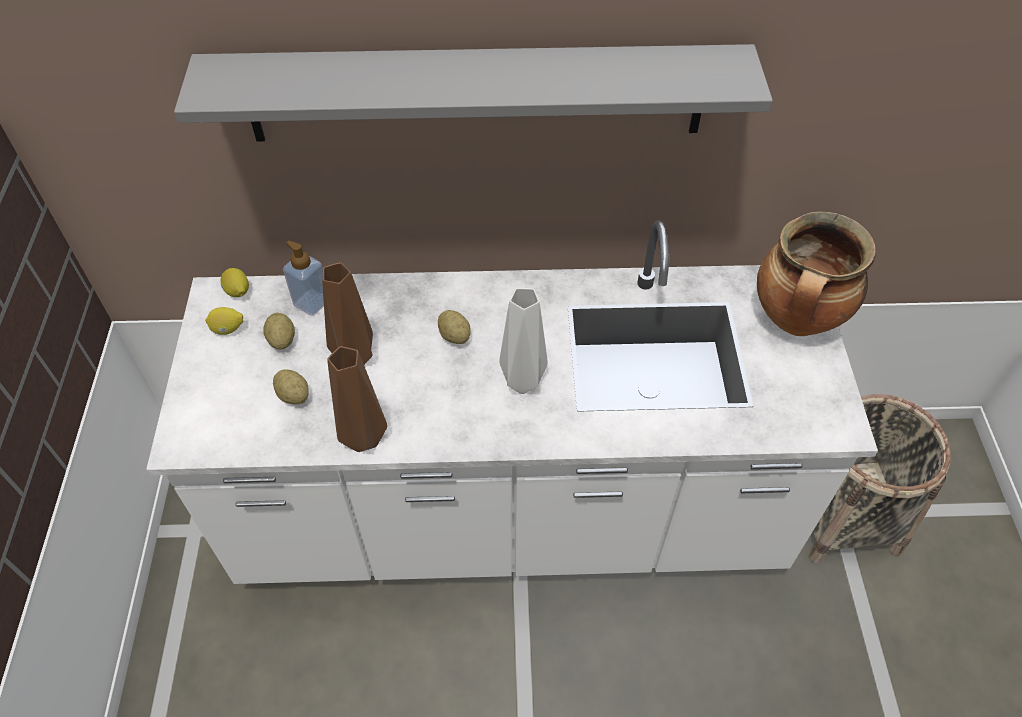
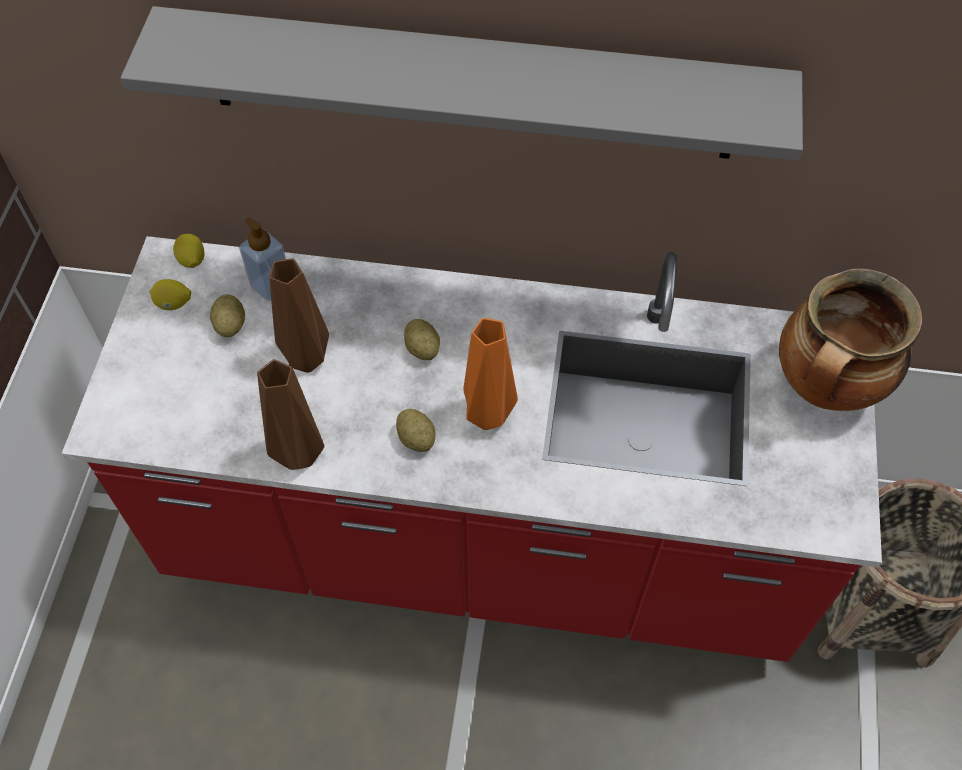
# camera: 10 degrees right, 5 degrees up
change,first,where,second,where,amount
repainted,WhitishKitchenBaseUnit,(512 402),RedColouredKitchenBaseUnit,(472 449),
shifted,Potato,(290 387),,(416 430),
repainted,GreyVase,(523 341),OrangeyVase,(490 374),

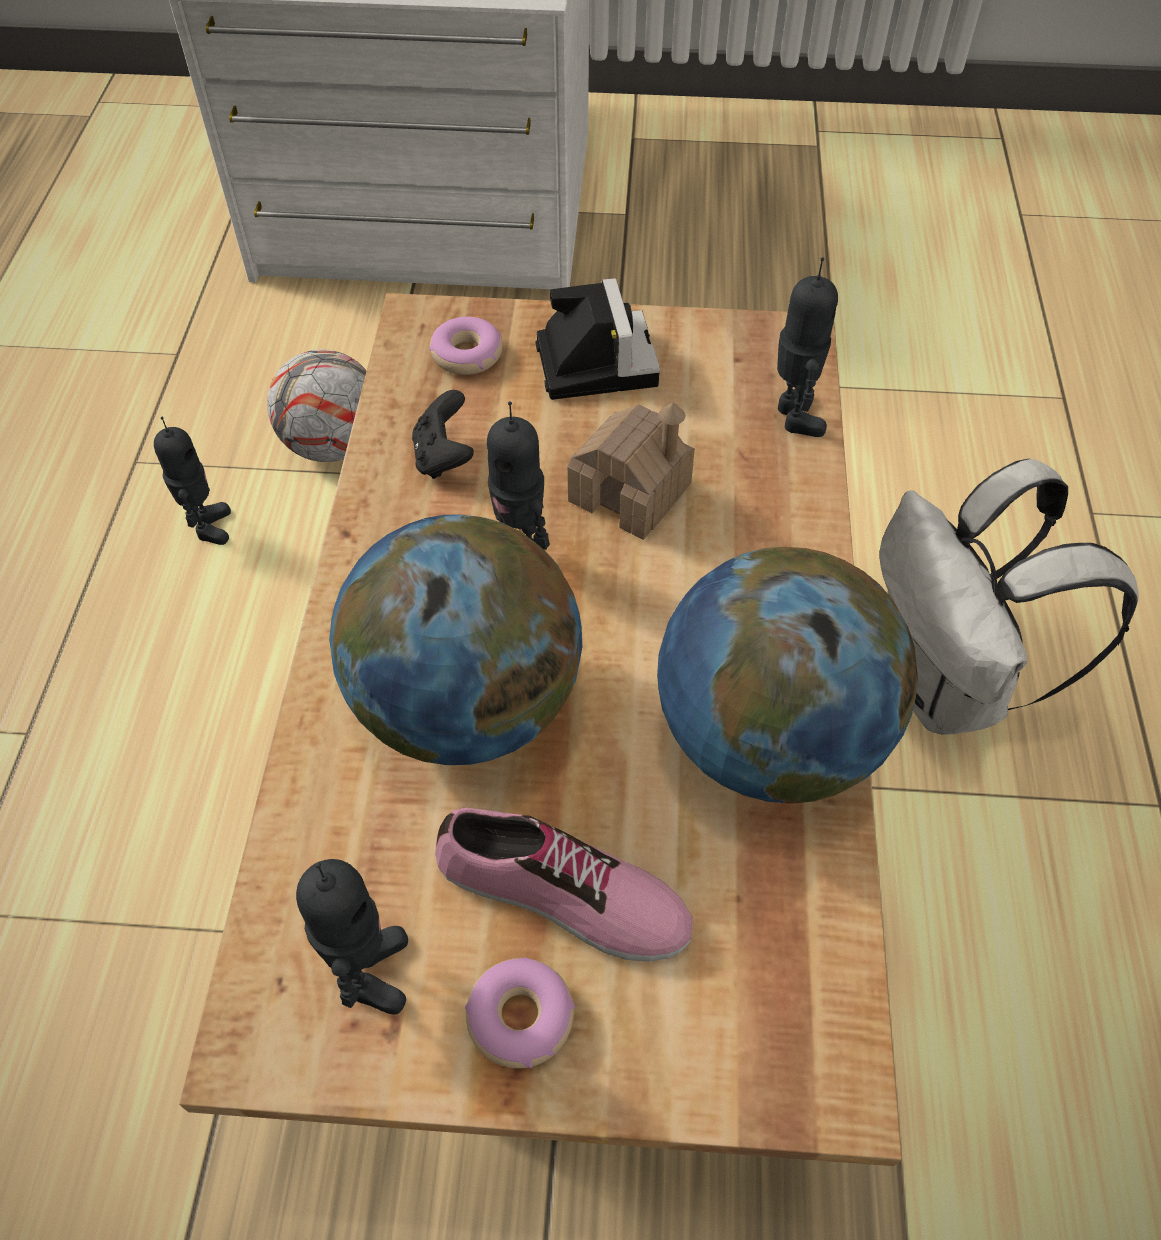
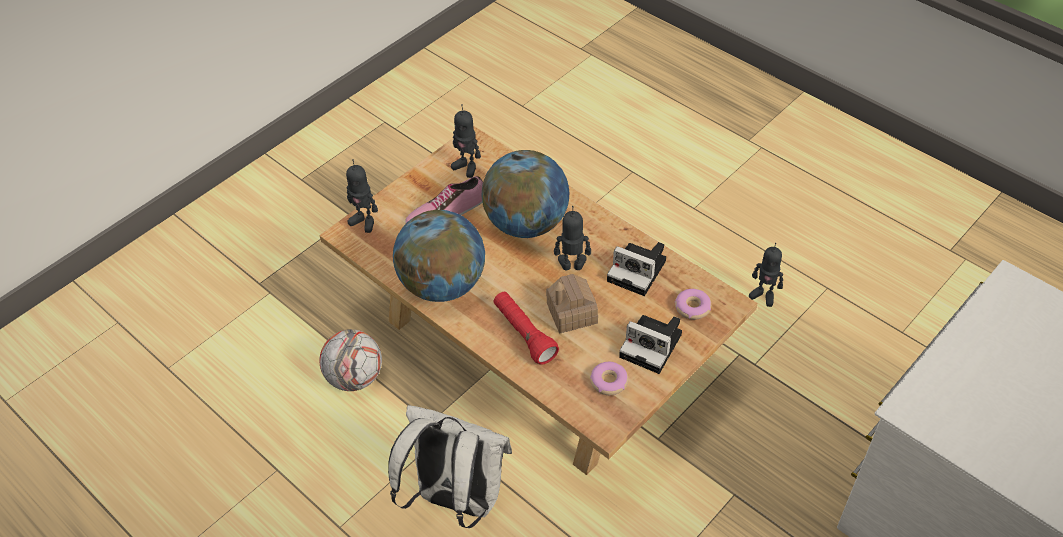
# camera: 130 degrees right, 5 degrees down
change,first,where,second,where,amount
shifted,Football,(317 405),,(350 360),
shifted,ModelRobot,(807 347),,(362 196),
new,,,RedColouredFlashlight,(526 328),
shifted,Donut,(520 1013),,(609 378),
swapped,BlackJoypad,(443 434),PhotoCamera,(636 269),

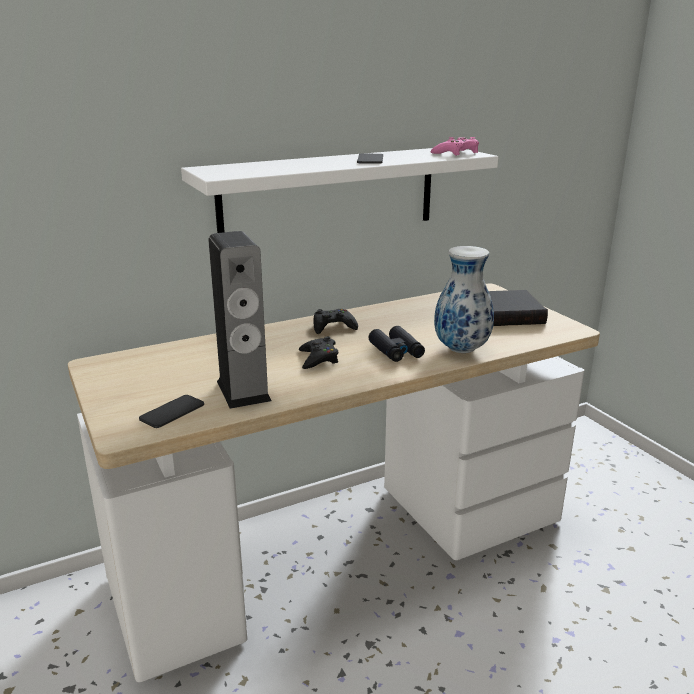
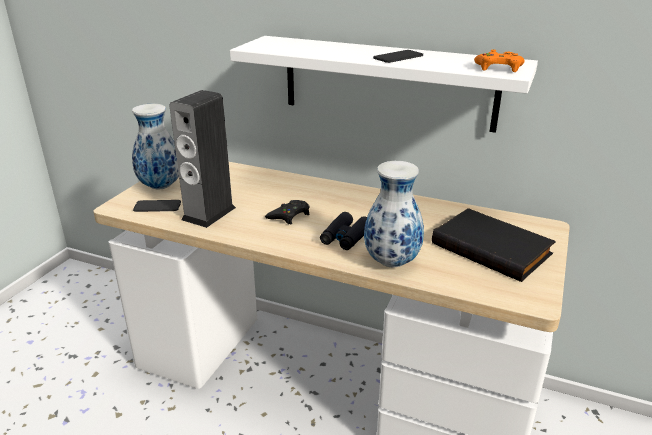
# camera: 50 degrees right, 5 degrees up
change,first,where,second,where,amount
new,,,Vase,(155 146),
repainted,PinkishJoypad,(455 146),OrangeyJoypad,(499 60),
gone,BlackJoypad,(335 321),,,

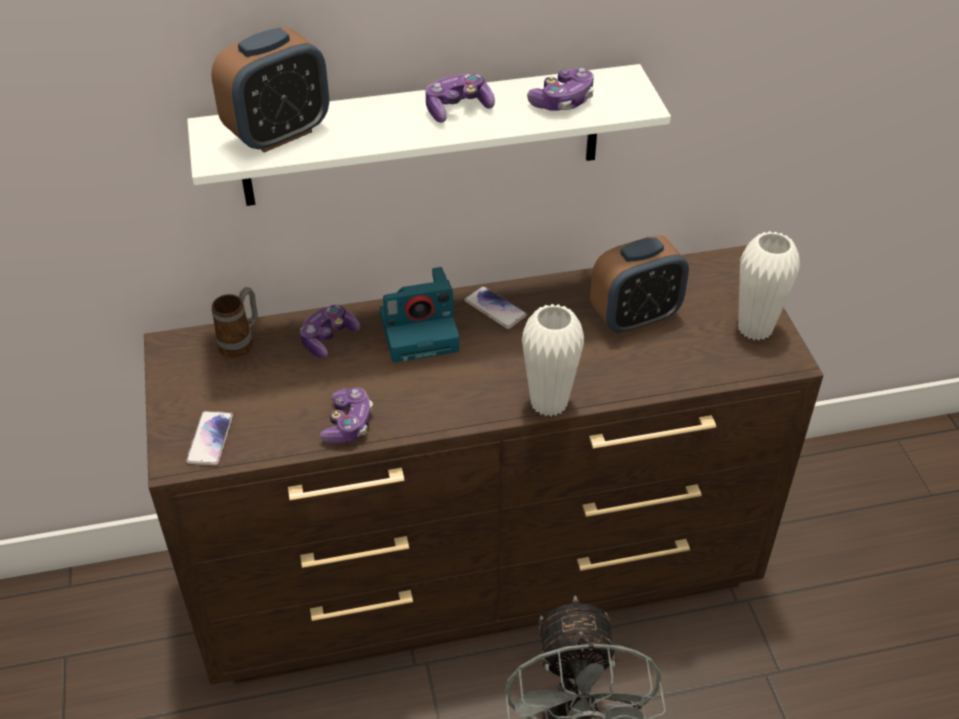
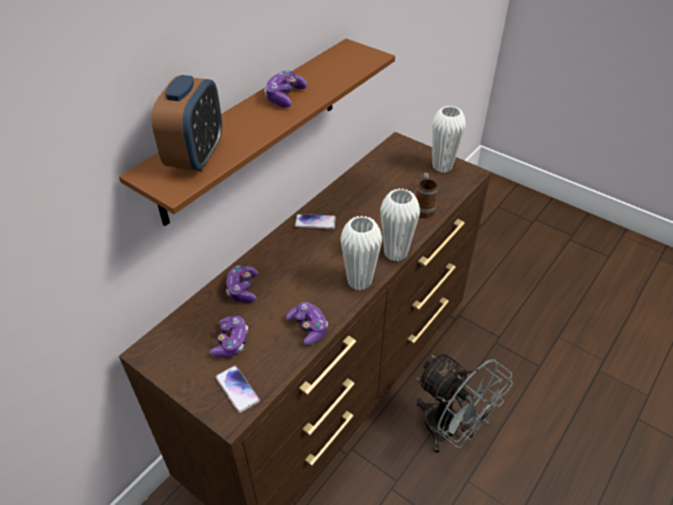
# camera: 40 degrees left, 0 degrees up
change,first,where,second,where,amount
repainted,WhitishBracketShelf,(429 135),BrownColouredBracketShelf,(257 132),
shifted,Joypad,(560 89),,(229 337),
new,,,WhitishVase,(361 253),
shifted,Mug,(235 322),,(427 195),
gone,PhotoCamera,(419 315),,,
gone,BedsideClock,(639 284),,,

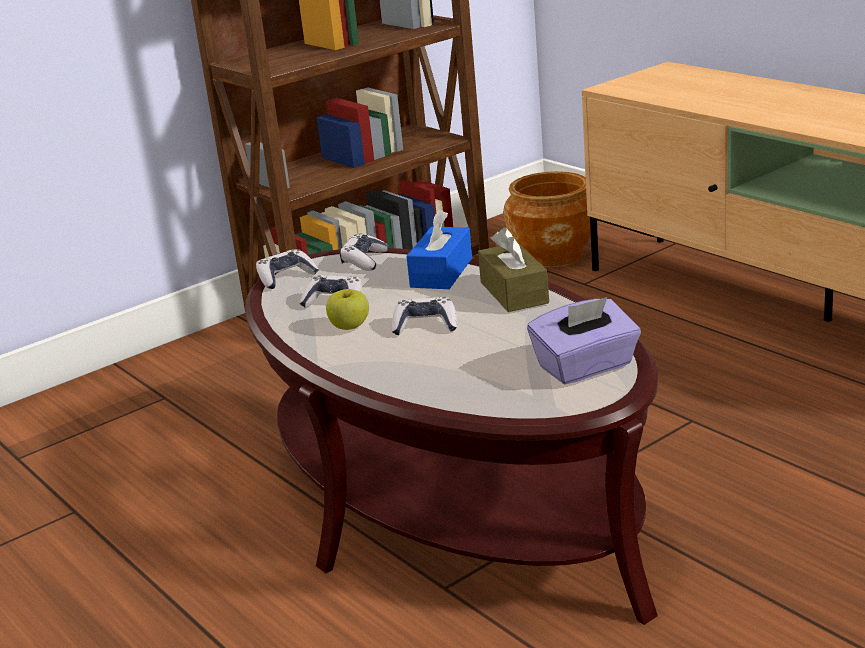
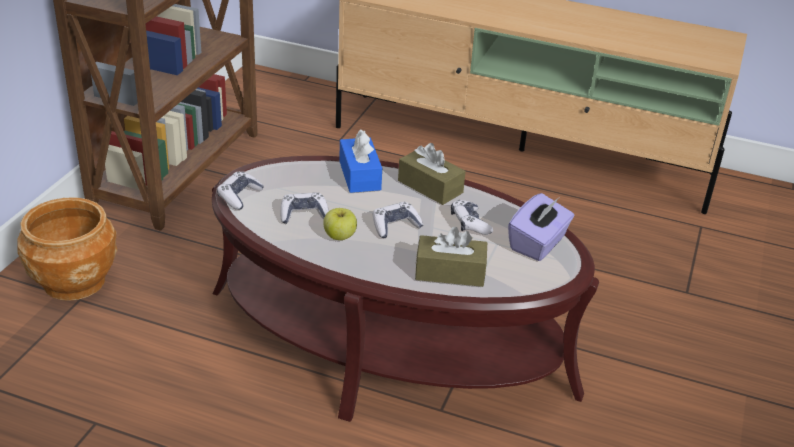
# camera: 35 degrees left, 10 degrees up
change,first,where,second,where,amount
shifted,BrownColouredPlanter,(547 219),,(67 249),
new,,,BrownColouredTissueHolder,(451 257),
shifted,Joypad,(364 252),,(472 217),

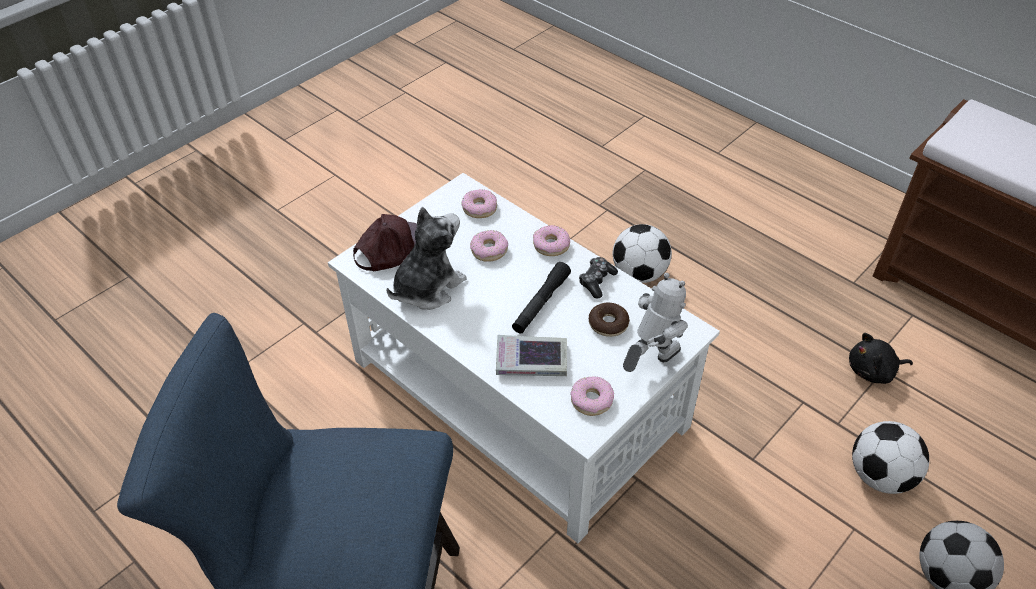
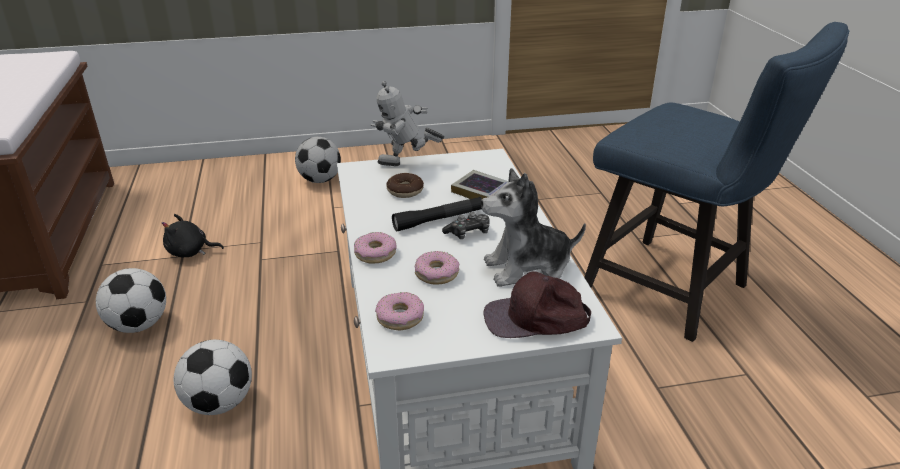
# camera: 145 degrees left, 15 degrees down
change,first,where,second,where,amount
shifted,Football,(890 457),,(131 300),
rotated,BlackSoftToy,(881 358),,(193 236),150 degrees clockwise
shifted,Joypad,(598 277),,(466 225),
gone,Donut,(592 396),,,

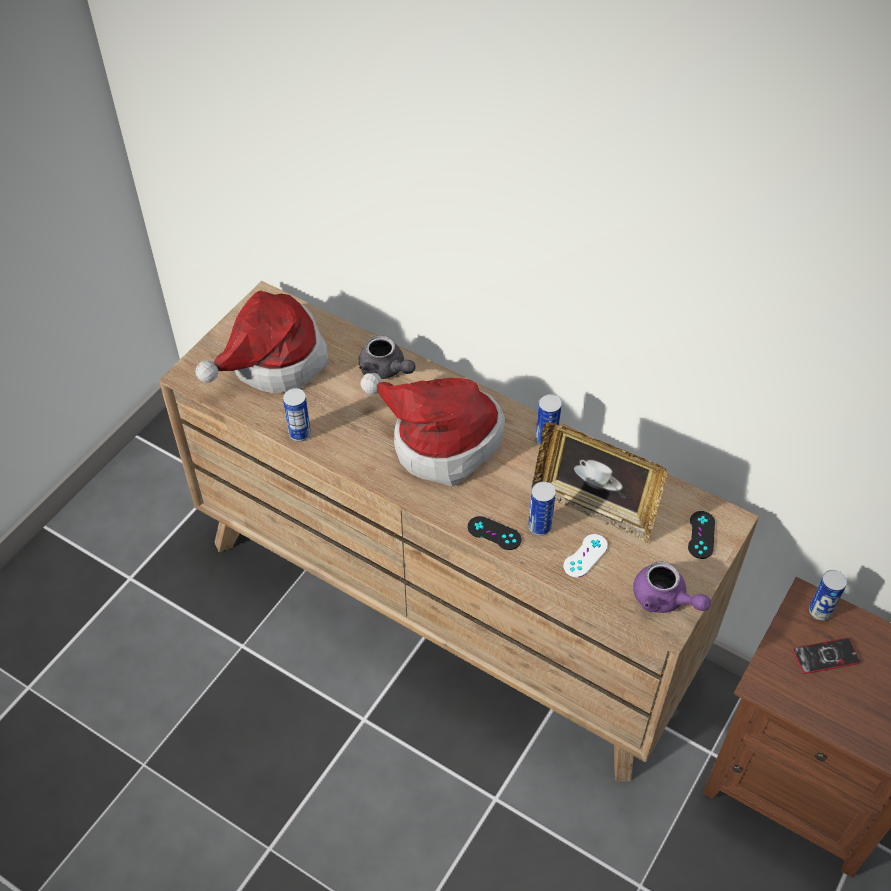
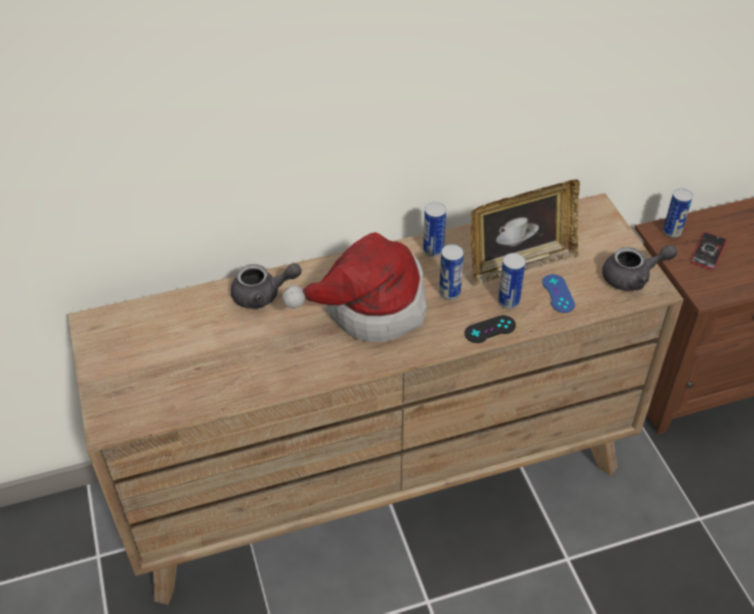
# camera: 50 degrees left, 5 degrees down
change,first,where,second,where,amount
shifted,SealedCan,(297 415),,(451 272),
repainted,WhitishJoypad,(585 555),BlueColouredJoypad,(558 293),
repainted,PurpleColouredTeapot,(672 587),GreyTeapot,(640 268),
gone,ClothingHat,(262 341),,,
gone,BlackJoypad,(701 535),,,

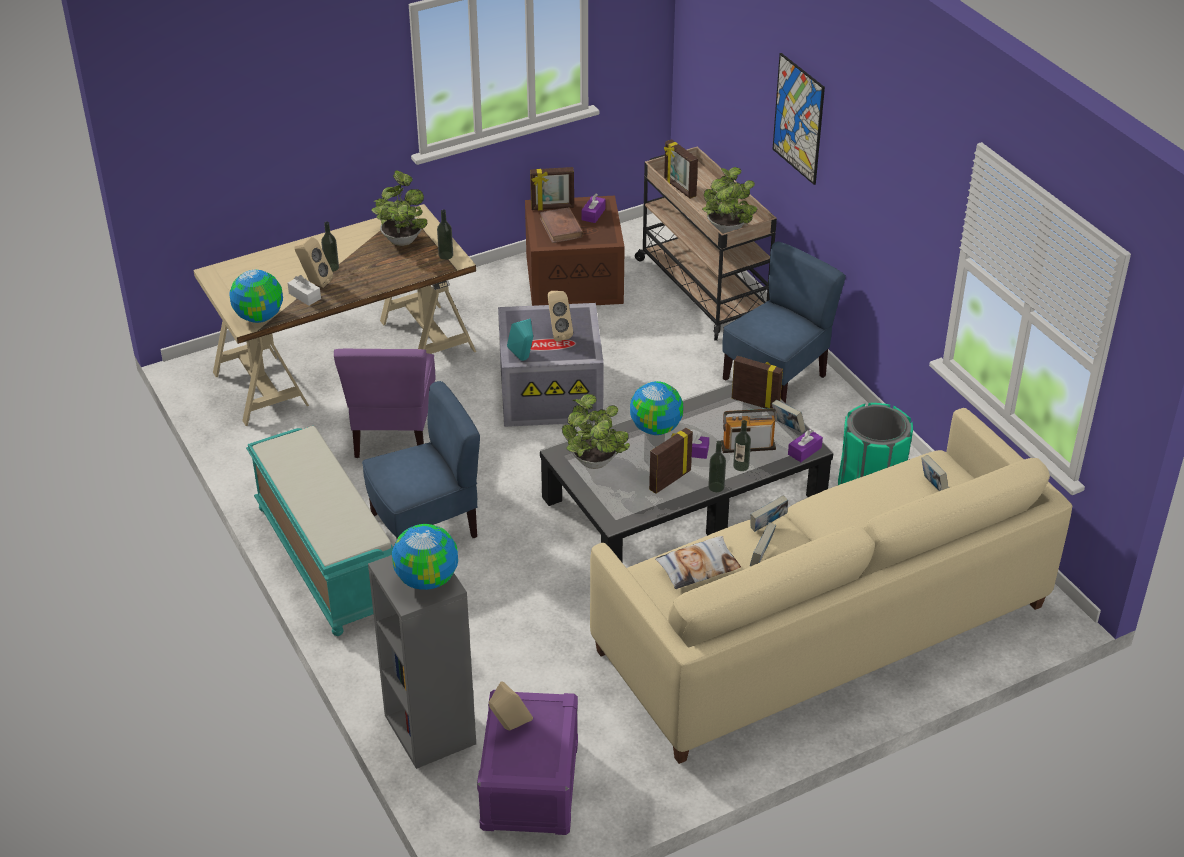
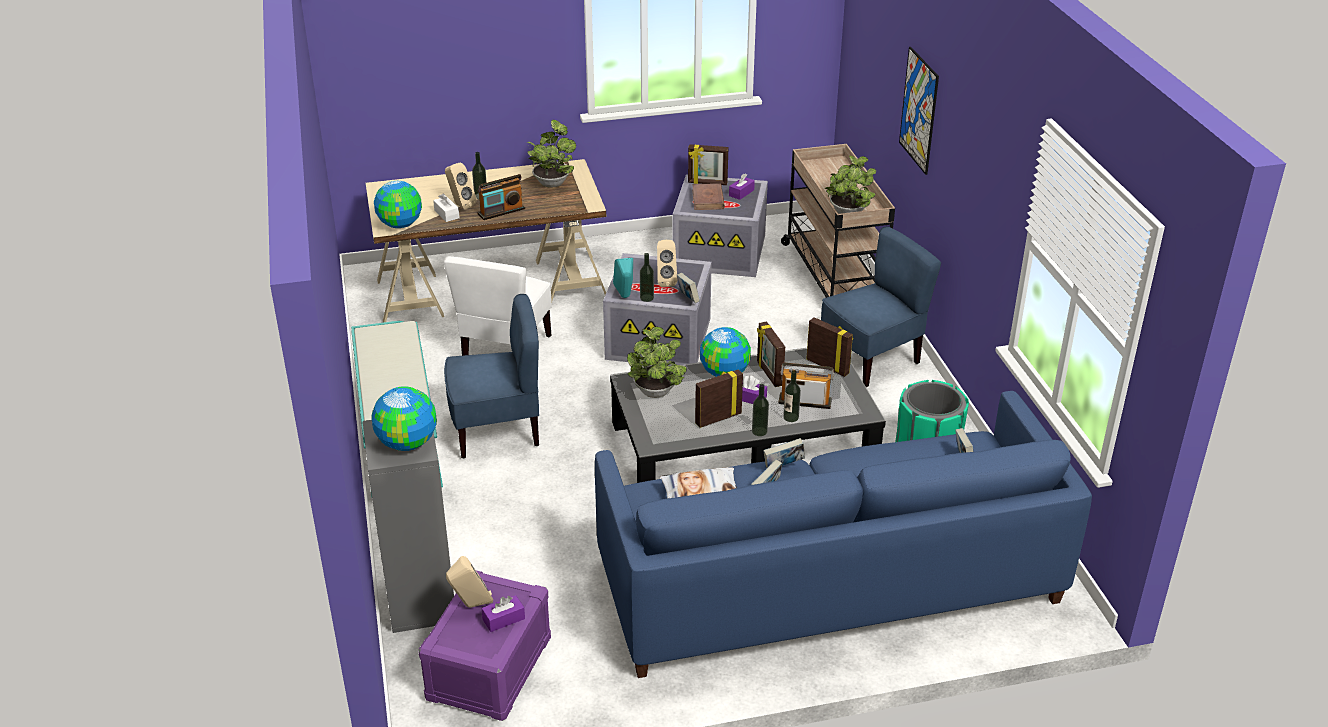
# camera: 15 degrees right, 5 degrees down
change,first,where,second,where,amount
repainted,PurpleColouredUprightChair,(385 403),WhitishUprightChair,(497 306),
new,,,RadioSet,(501 197),
shifted,PurpleColouredTissueHolder,(805 445),,(503 613),
repainted,BeigeColouredSettee,(831 586),BlueColouredSettee,(843 534),
shifted,DrinkBottle,(445 235),,(647 277),
repainted,BrownColouredStorageBox,(575 251),GreyStorageBox,(720 225),
shifted,Book,(789 416),,(688 288),
shifted,PhotoFrame,(681 169),,(771 354),

